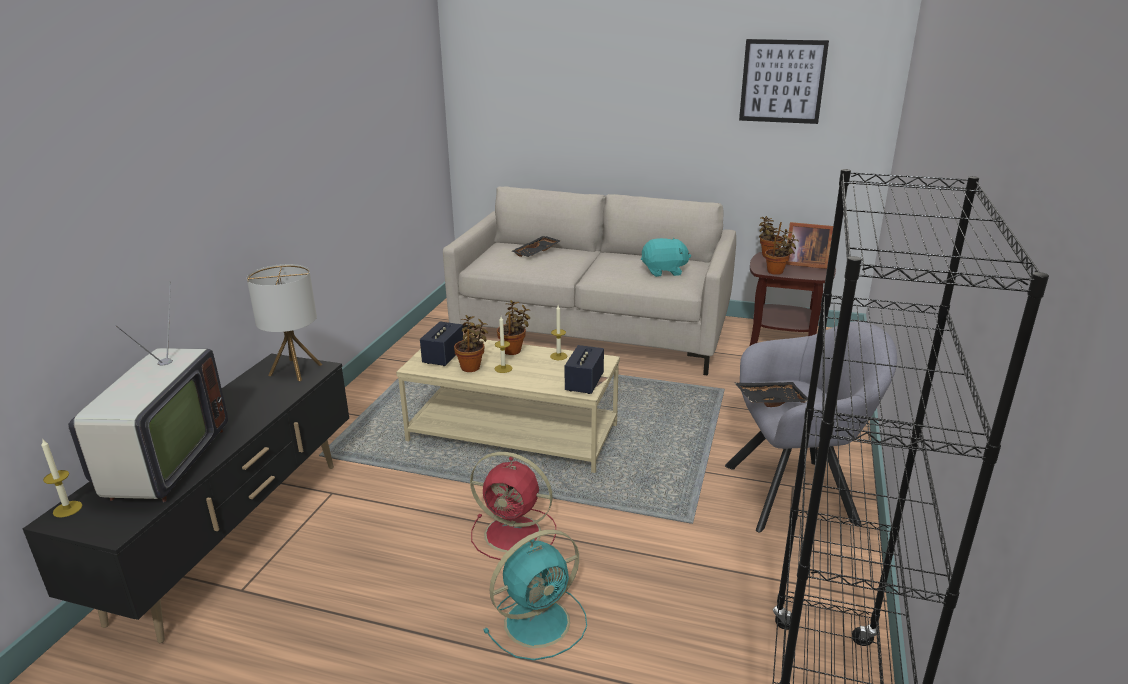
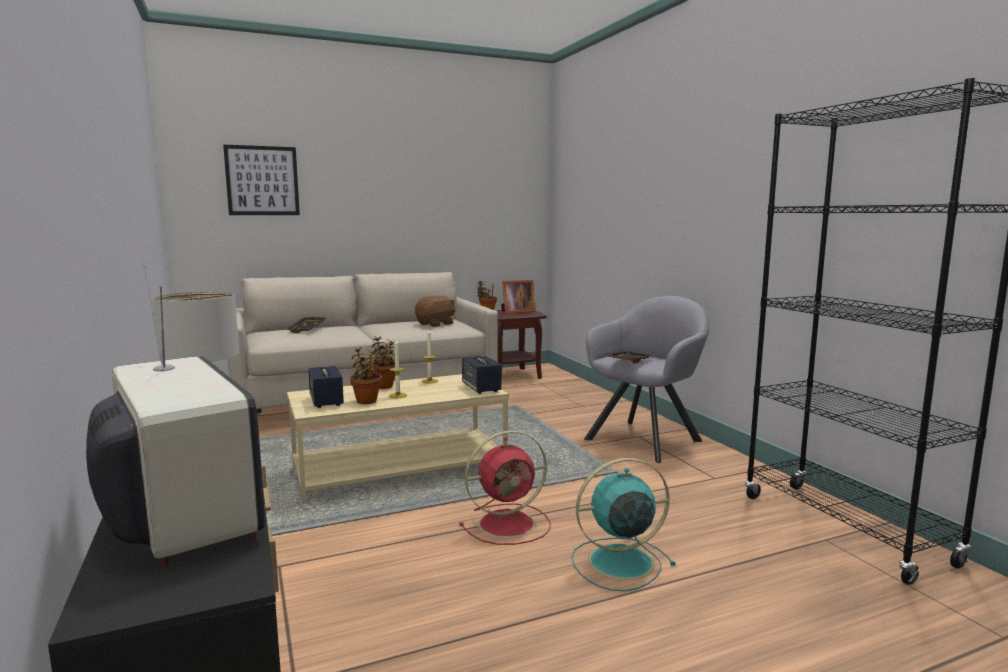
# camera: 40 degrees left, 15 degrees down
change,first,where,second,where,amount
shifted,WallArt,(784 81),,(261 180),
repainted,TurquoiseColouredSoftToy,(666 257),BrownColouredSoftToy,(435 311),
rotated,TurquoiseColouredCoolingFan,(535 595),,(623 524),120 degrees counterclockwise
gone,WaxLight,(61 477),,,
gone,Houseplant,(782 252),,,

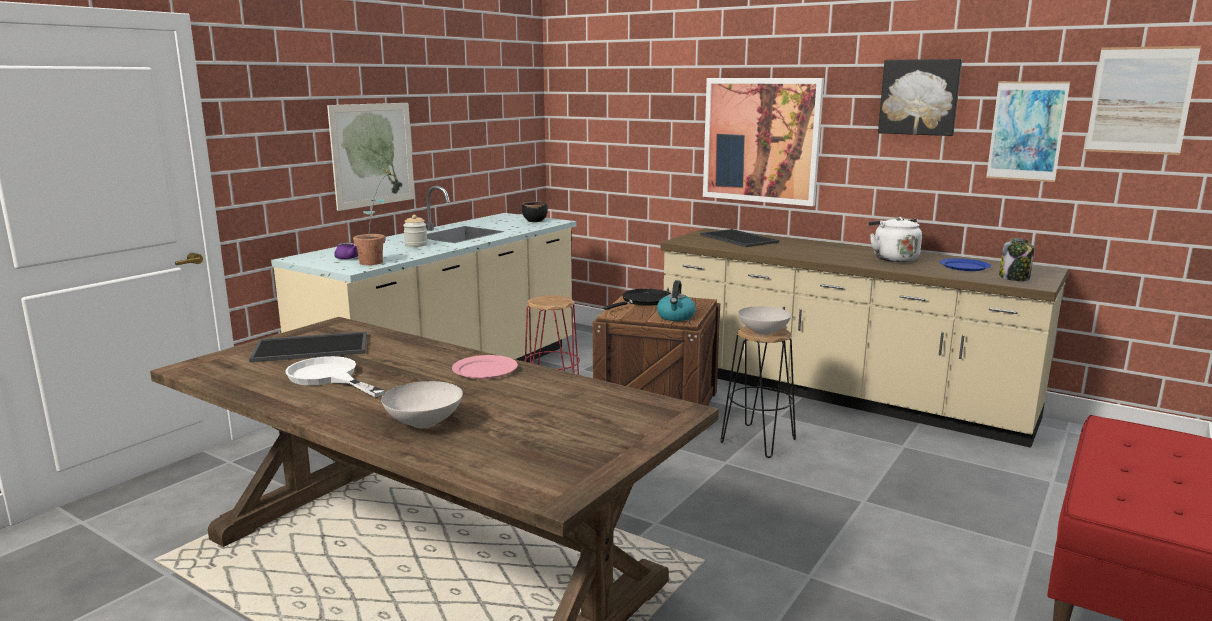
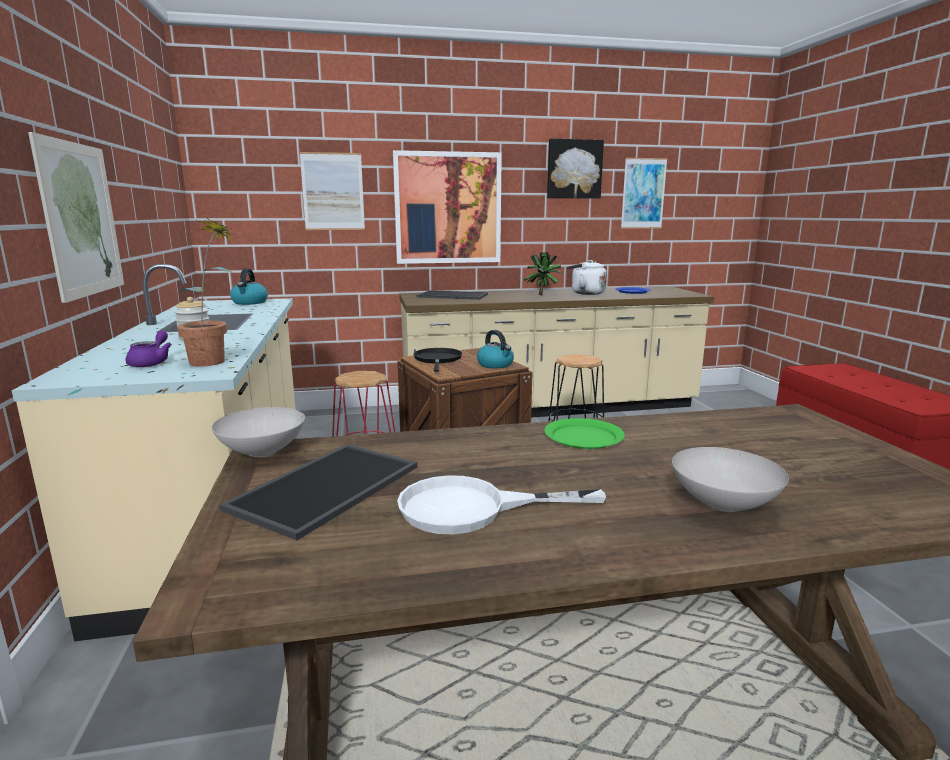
# camera: 45 degrees left, 0 degrees up
change,first,where,second,where,amount
shifted,WhitishBowl,(765 320),,(258 432),
swapped,BlackBowl,(535 212),Kettle,(249 286),
shifted,WallArt,(1143 100),,(332 191),
new,,,Houseplant,(543 273),
repainted,PinkishDinnerPlate,(485 367),GreenishDinnerPlate,(584 433),
gone,StorageJar,(1016 259),,,

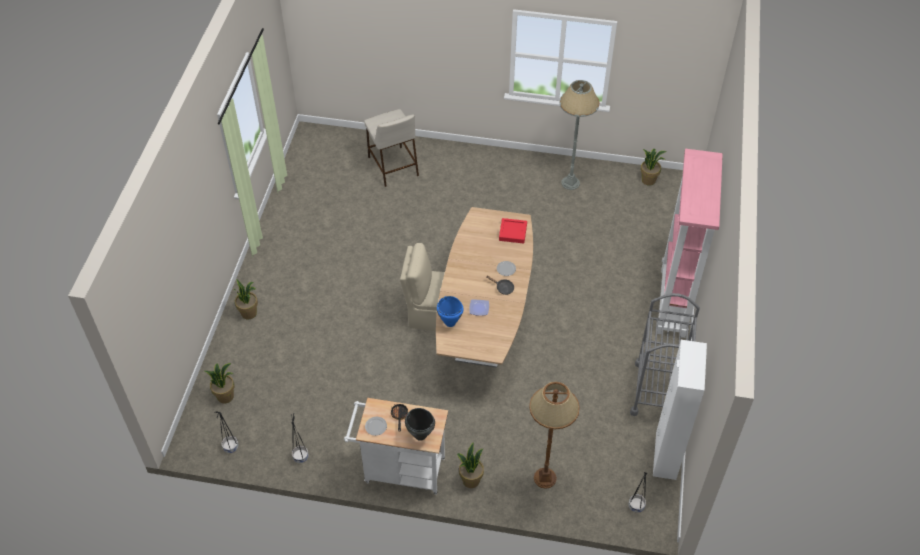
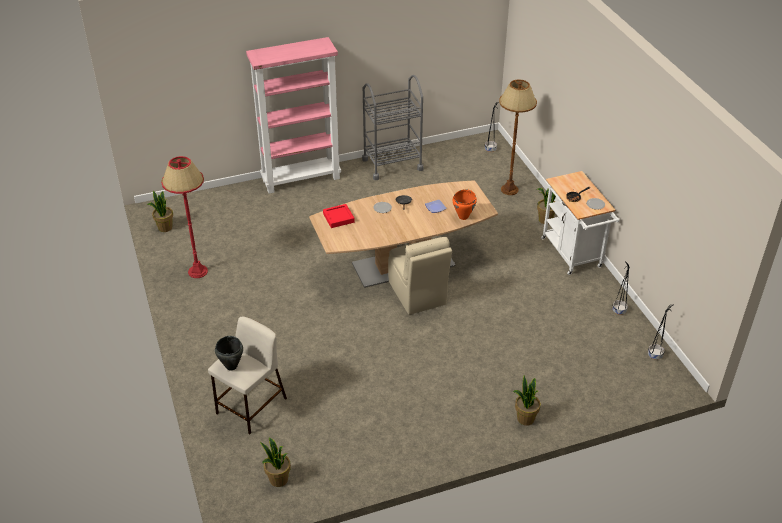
# camera: 120 degrees left, 10 degrees down
change,first,where,second,where,amount
repainted,GreyFloorLamp,(580 135),RedColouredFloorLamp,(184 217),
shifted,BlackSaucepot,(420 424),,(229 353),
shifted,Houseplant,(219 383),,(275 462),
repainted,BlueColouredSaucepot,(450 311),OrangeySaucepot,(464 204),
gone,WhitishStorageCabinet,(680 410),,,

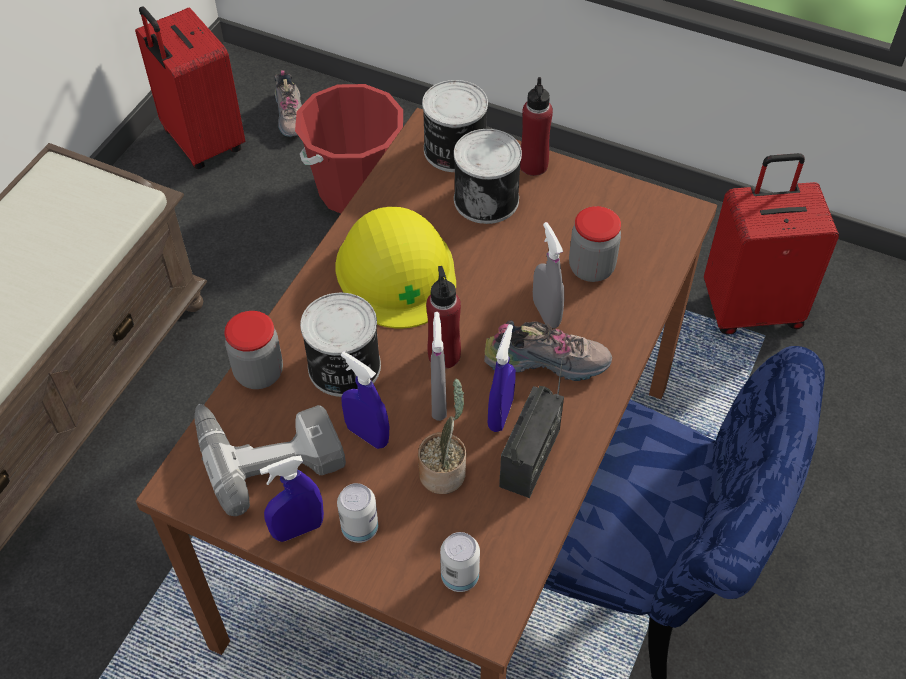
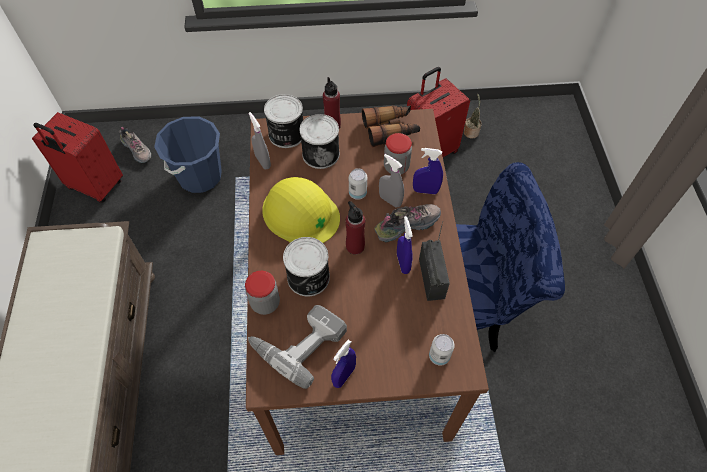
# camera: 30 degrees left, 5 degrees up
change,first,where,second,where,amount
repainted,RedColouredPail,(349 149),BlueColouredPail,(188 155),
shifted,GreySprayBottle,(439 366),,(259 140),
shifted,SealedCan,(357 513),,(358 184),
new,,,FieldGlasses,(391 126),
shifted,BlueColouredSprayBottle,(365 400),,(428 171),
shifted,Houseplant,(442 436),,(473 116),

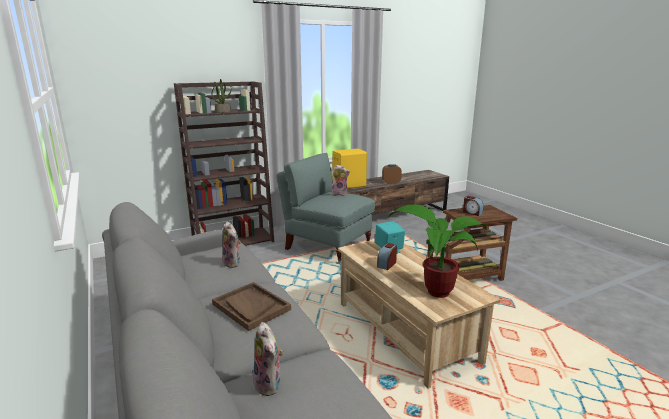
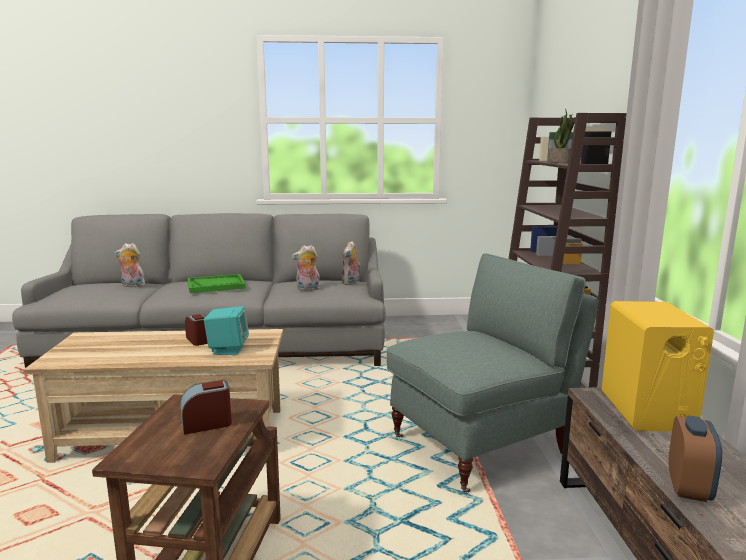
# camera: 115 degrees right, 5 degrees down
change,first,where,second,where,amount
repainted,BrownColouredServingTray,(251 306),GreenishServingTray,(217 283),
shifted,SoftToy,(341 180),,(351 263),
gone,Houseplant,(438 251),,,

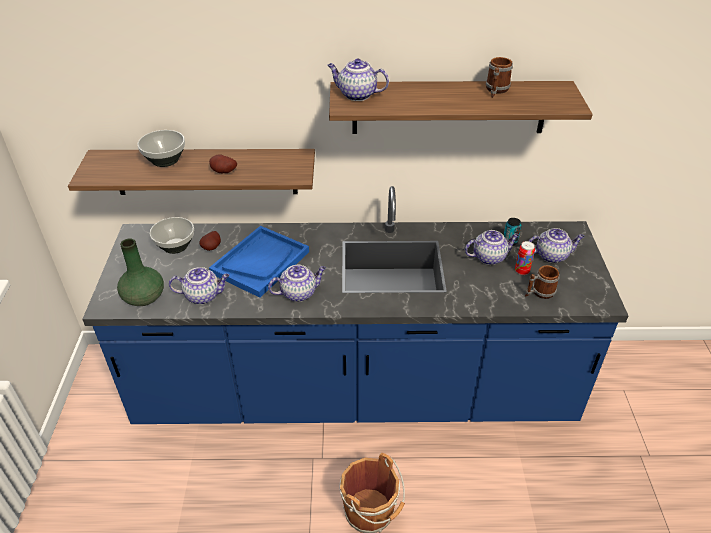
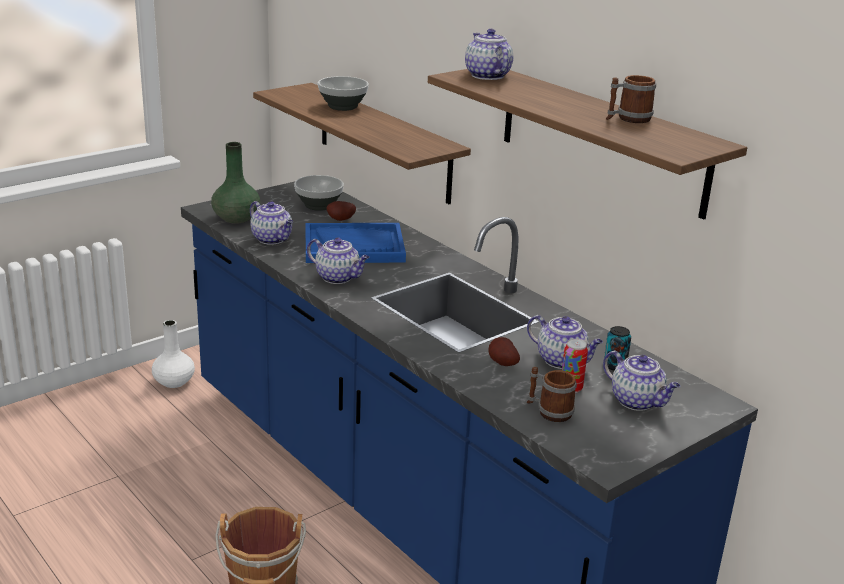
# camera: 50 degrees right, 15 degrees down
change,first,where,second,where,amount
new,,,WhitishVase,(173 354),
shifted,Potato,(223 164),,(504 351),

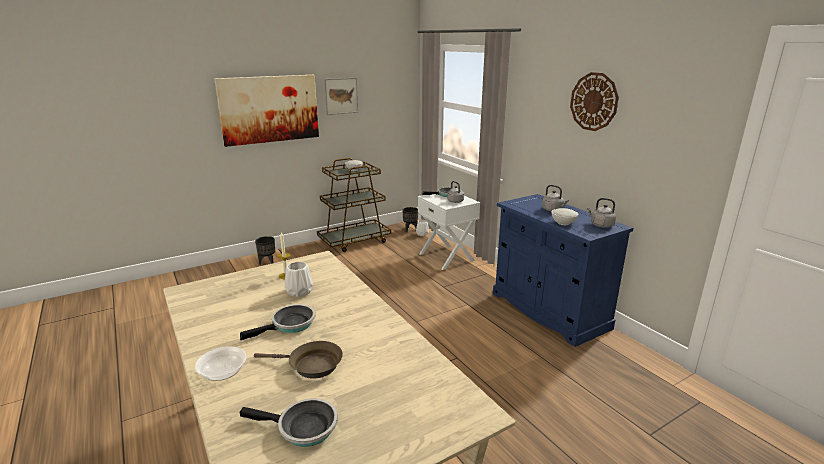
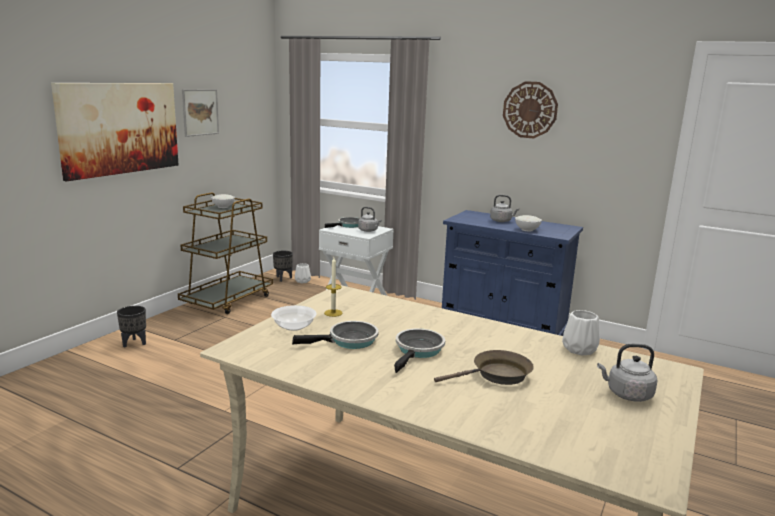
# camera: 30 degrees left, 5 degrees down
change,first,where,second,where,amount
shifted,Bowl,(220 363),,(294 318),
shifted,Skillet,(289 422),,(335 335),
shifted,WhitishVase,(299 279),,(581 332),
shifted,GreyKettle,(601 213),,(627 373),

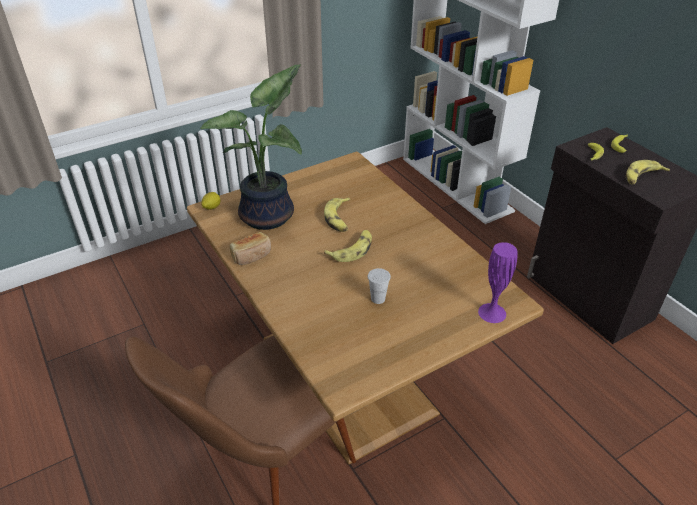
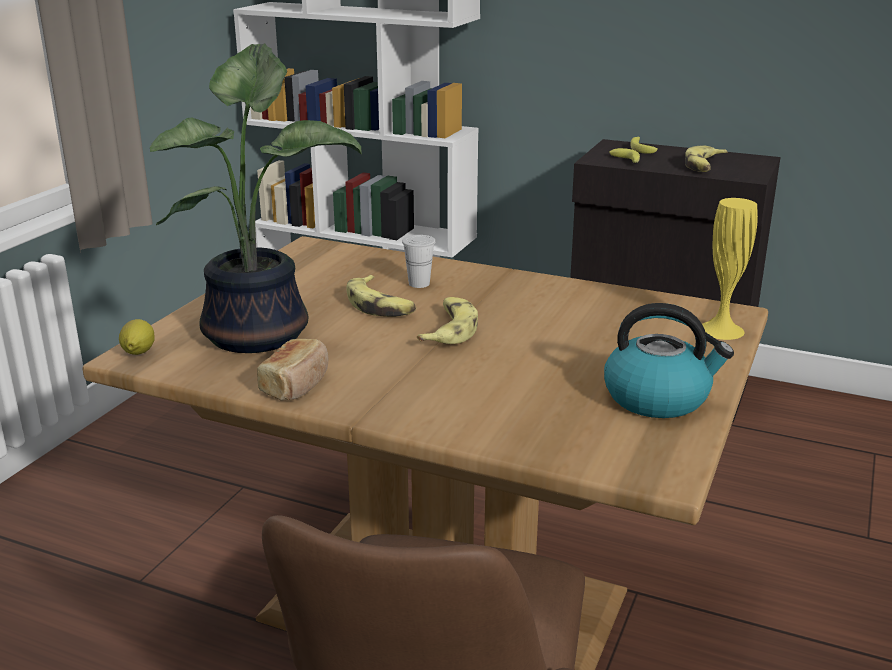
# camera: 35 degrees left, 15 degrees down
change,first,where,second,where,amount
shifted,WhitishDrinkingCup,(379 286),,(419 261),
new,,,Kettle,(669 360),
repainted,PurpleColouredVase,(497 282),YellowColouredVase,(730 269),

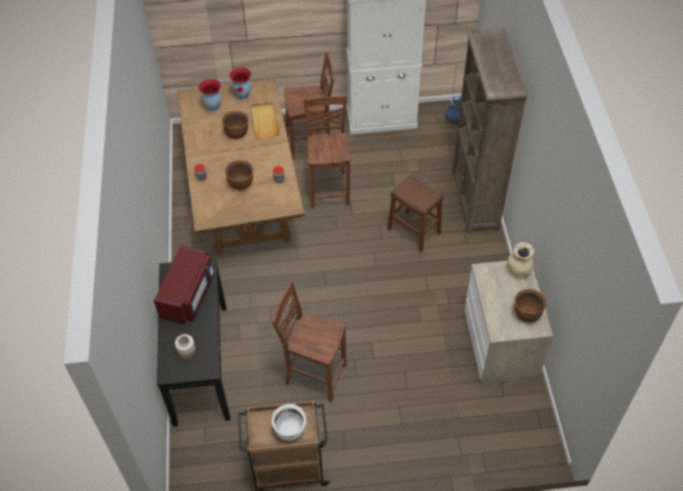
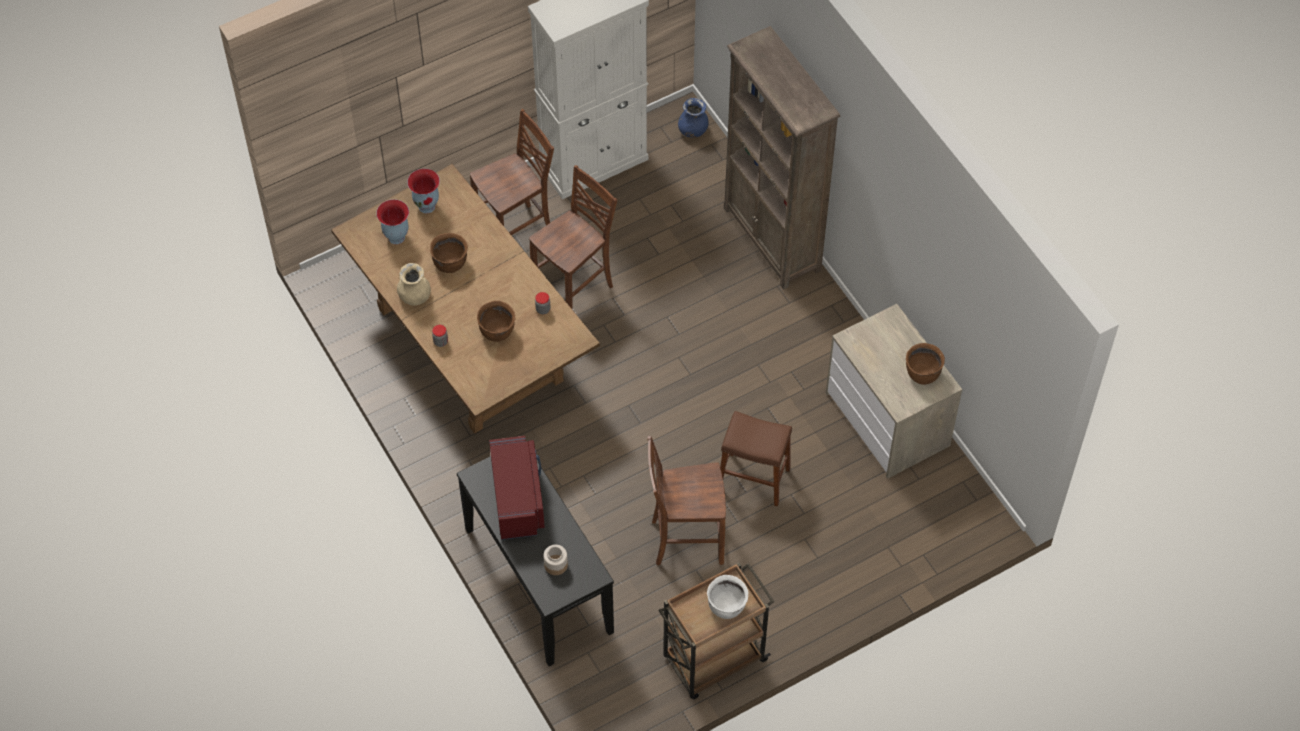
# camera: 25 degrees left, 5 degrees up
change,first,where,second,where,amount
shifted,BeigeColouredVase,(520 259),,(414 284),
rotated,BrownColouredUprightChair,(327 151),,(573 237),75 degrees clockwise
shifted,BrownColouredSittingStool,(415 213),,(756 458),
gone,BeigeColouredServingTray,(265 120),,,

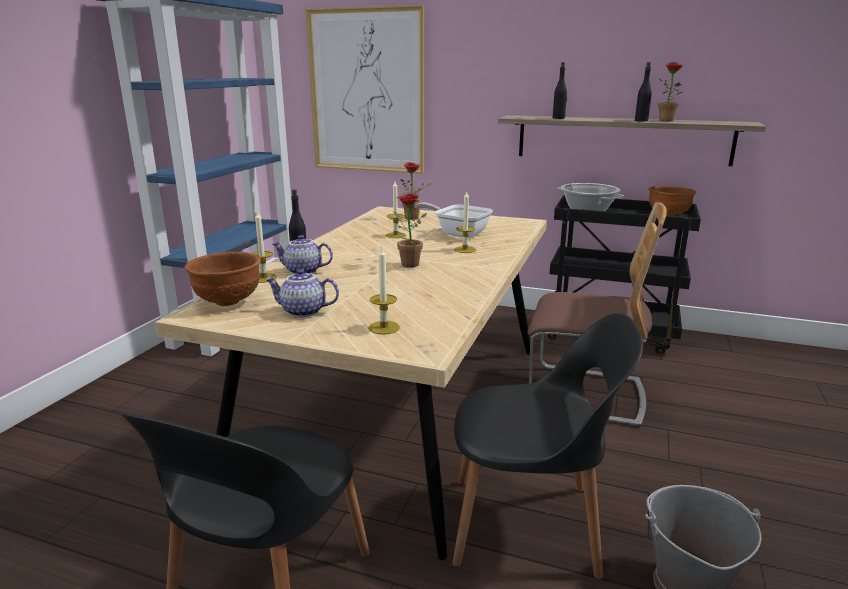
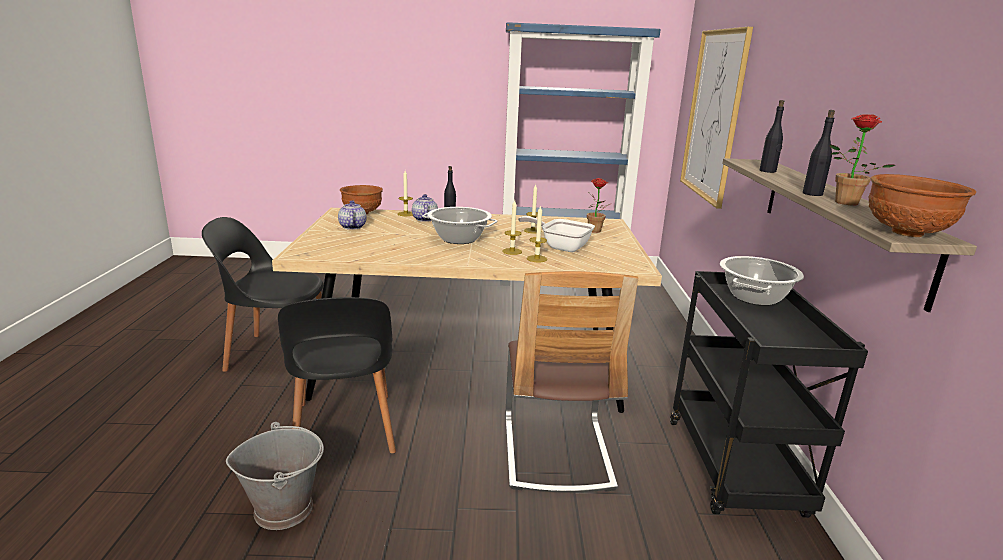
# camera: 70 degrees right, 0 degrees up
change,first,where,second,where,amount
swapped,Houseplant,(410 230),Saucepot,(460 225),
rotated,Skillet,(454 220),,(556 234),75 degrees counterclockwise
shifted,WaxLight,(384 291),,(537 234),
shifted,BrownColouredBowl,(672 201),,(922 205),

